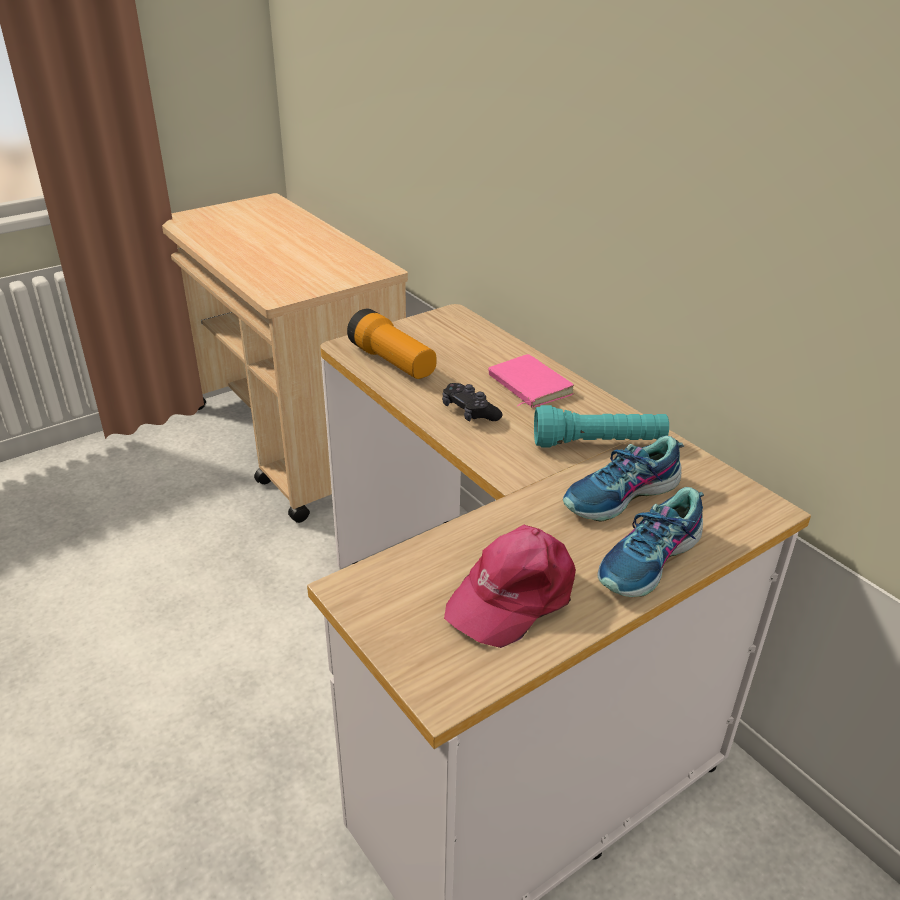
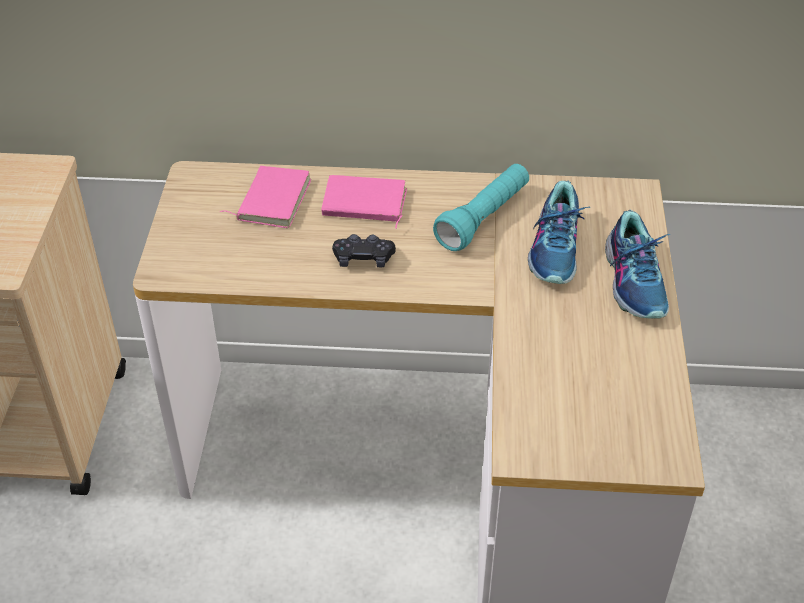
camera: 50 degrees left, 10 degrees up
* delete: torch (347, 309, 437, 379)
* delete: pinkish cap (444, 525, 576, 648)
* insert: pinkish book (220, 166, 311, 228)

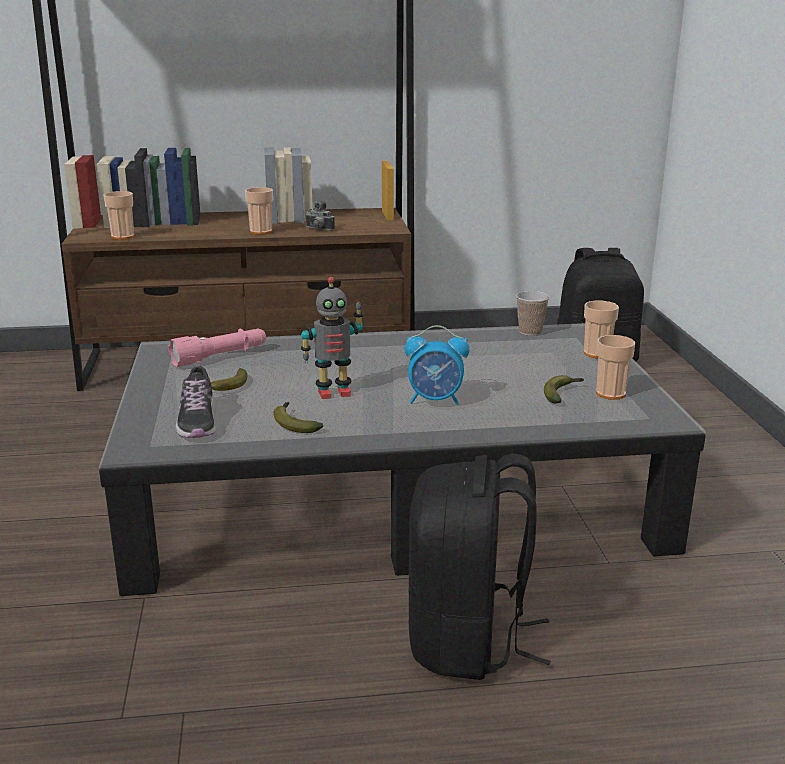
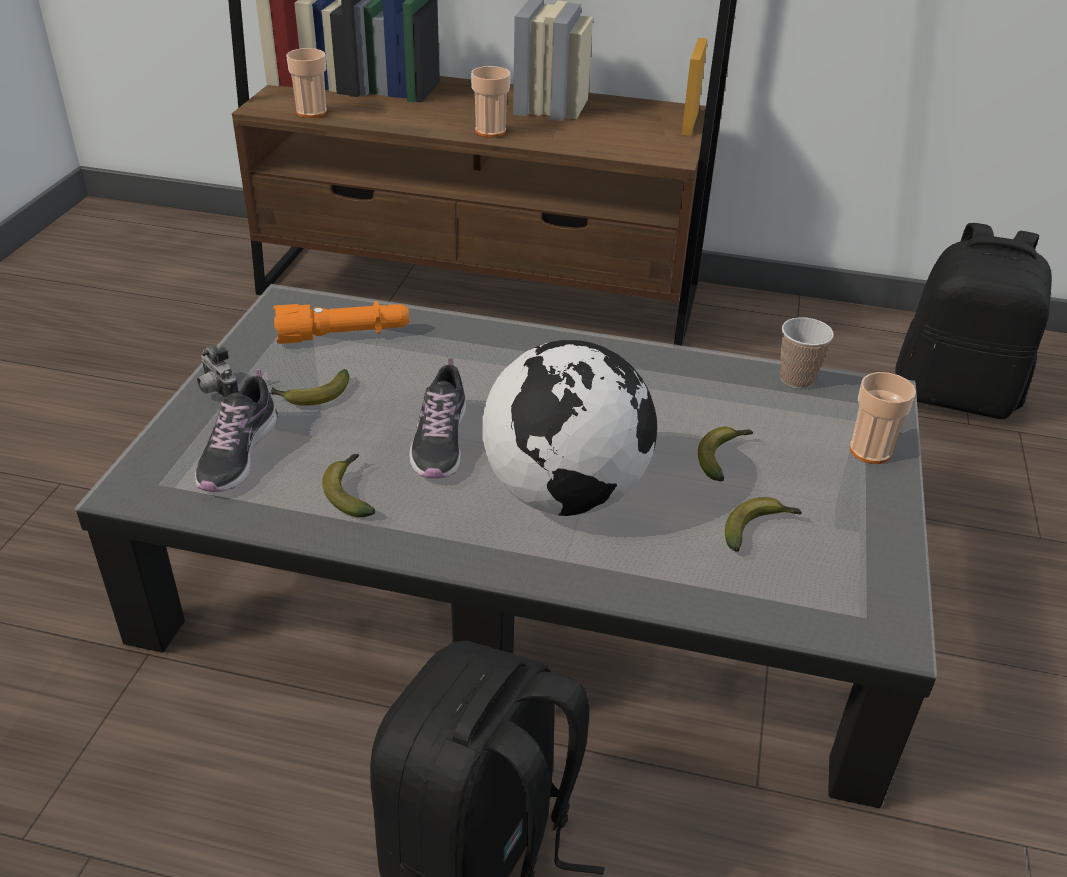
camera: 20 degrees right, 15 degrees up
* delete: drinking cup (596, 335, 635, 400)
* insert: banana (698, 426, 753, 481)
* move: still camera (305, 201, 335, 231) to (197, 344, 239, 398)
* replace: model robot (301, 277, 363, 399) to item of footwear (409, 358, 466, 479)
* replace: bedside clock (405, 325, 470, 405) to world globe (482, 340, 657, 516)
* recolor: pinkish torch (168, 329, 266, 367) to orange-coloured torch (273, 301, 409, 344)

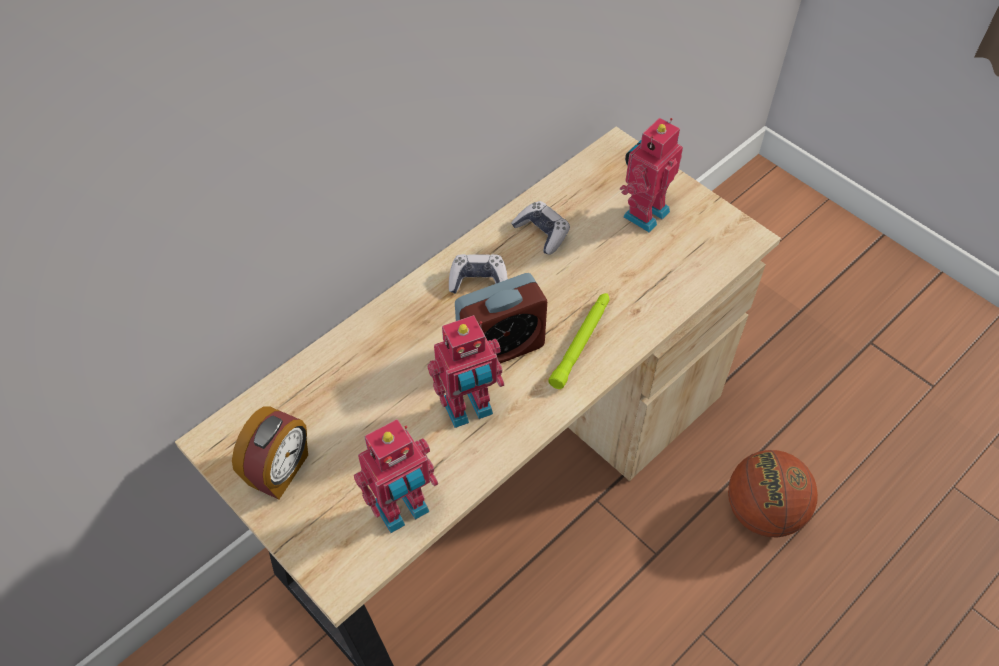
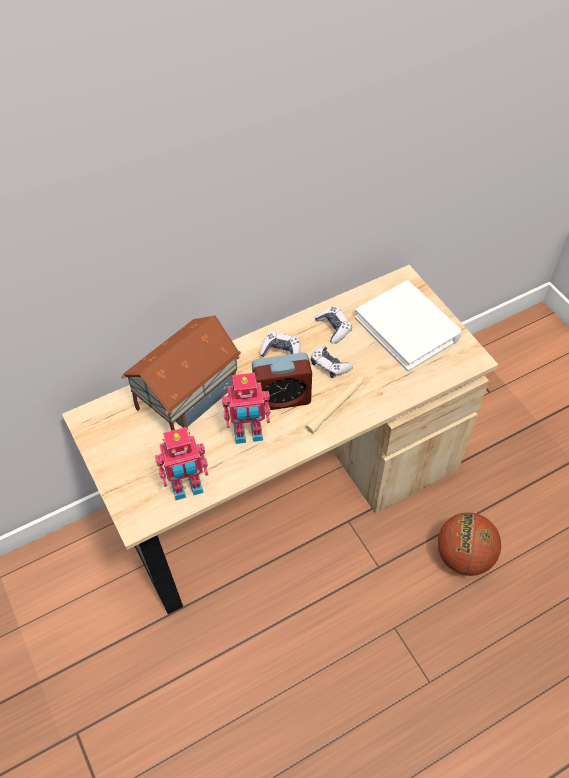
camera: 15 degrees right, 0 degrees up
* delete: bedside clock (232, 406, 308, 499)
* insert: miniature house (121, 315, 241, 431)
* insert: gamepad (311, 346, 353, 378)
* replace: model robot (620, 118, 683, 233) to white book (355, 280, 462, 371)
* recolor: greenish torch (549, 293, 609, 389) to beige torch (305, 377, 364, 434)

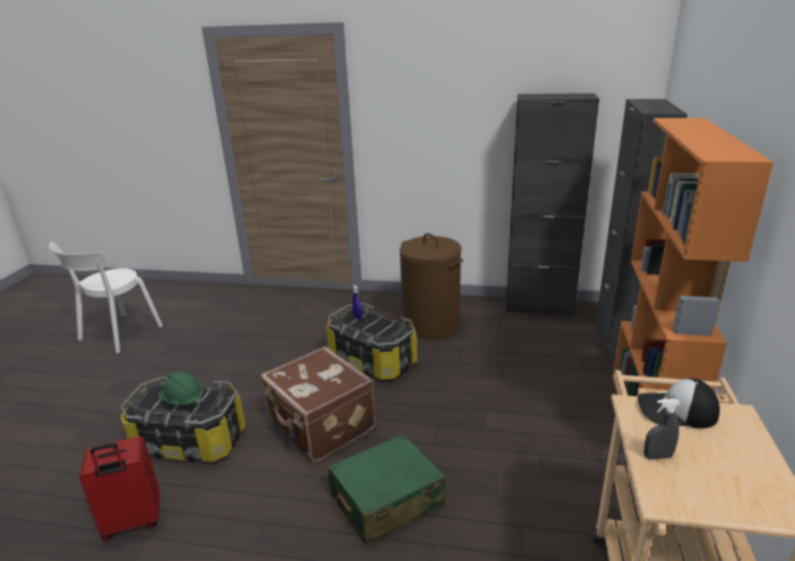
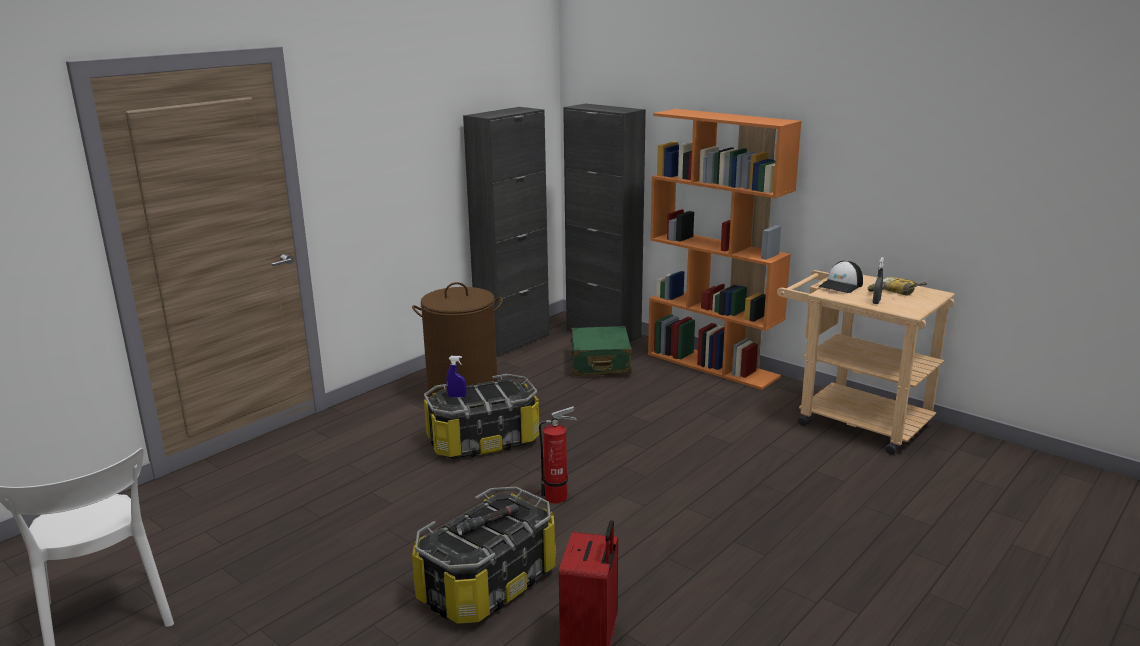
camera: 60 degrees left, 5 degrees down
* insert: power drill (868, 277, 927, 295)
* move: greenish piece of luggage (328, 434, 445, 544) to (570, 326, 632, 376)
* replace: greenish safety helmet (158, 372, 204, 406) to black torch (456, 503, 519, 536)
* replace: brown-coloured piece of luggage (261, 346, 376, 462) to extinguisher (539, 406, 577, 503)

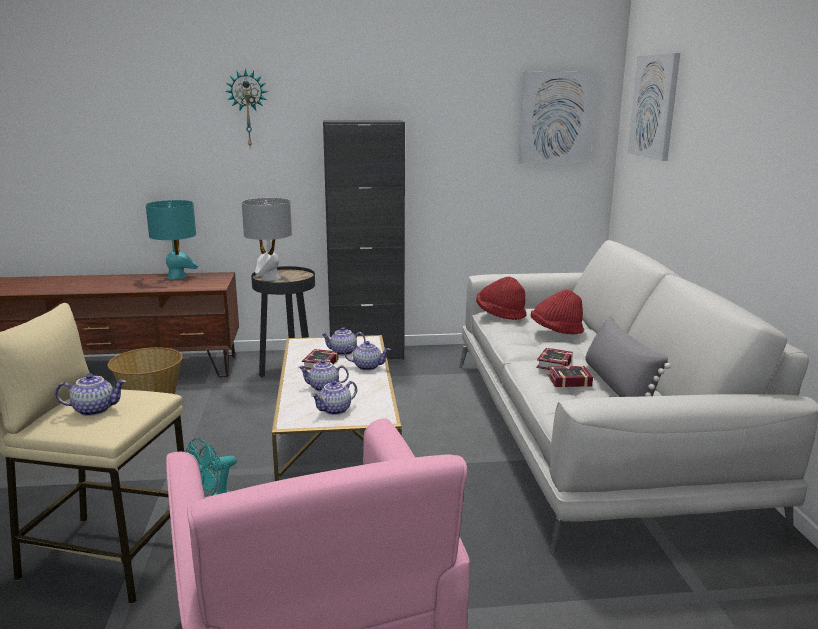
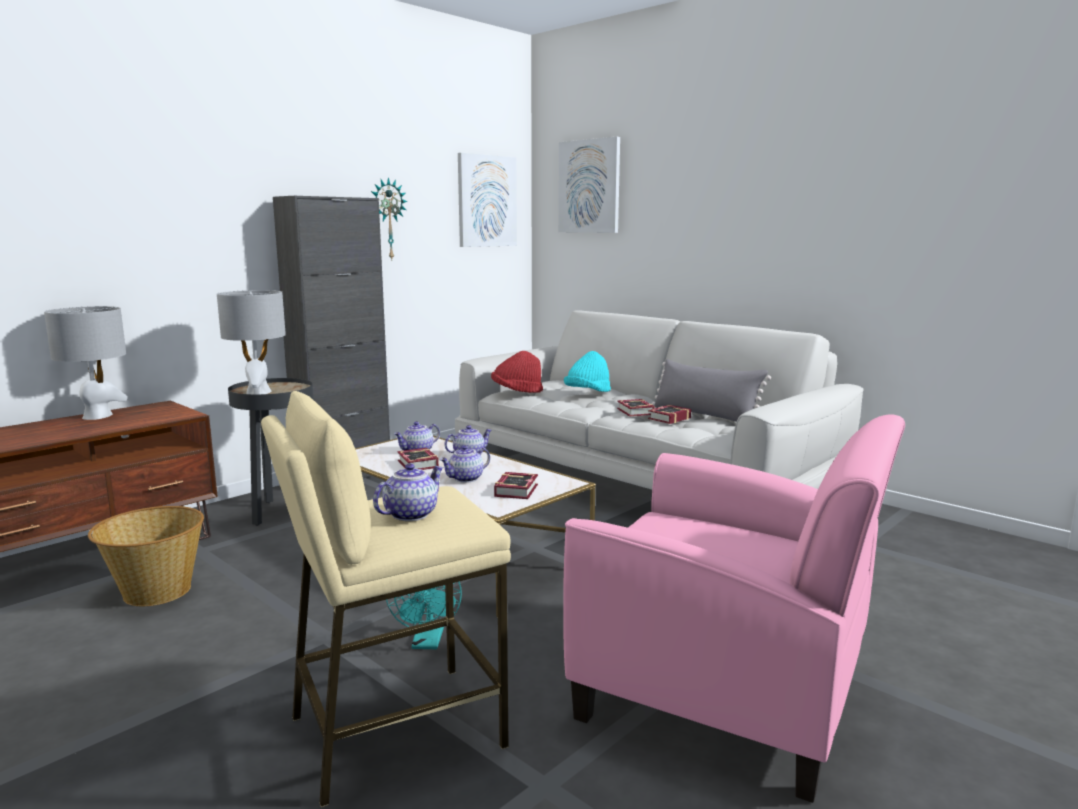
camera: 40 degrees left, 5 degrees down
* move: hanging clock (225, 69, 268, 148) to (371, 177, 408, 259)
* replace: pot for tea (311, 381, 357, 415) to book (494, 472, 538, 499)
* recolor: blue-green table lamp (146, 200, 198, 279) to gray table lamp (44, 306, 128, 420)
* recolor: reddish clothing hat (531, 289, 584, 334) to blue-green clothing hat (564, 351, 611, 392)

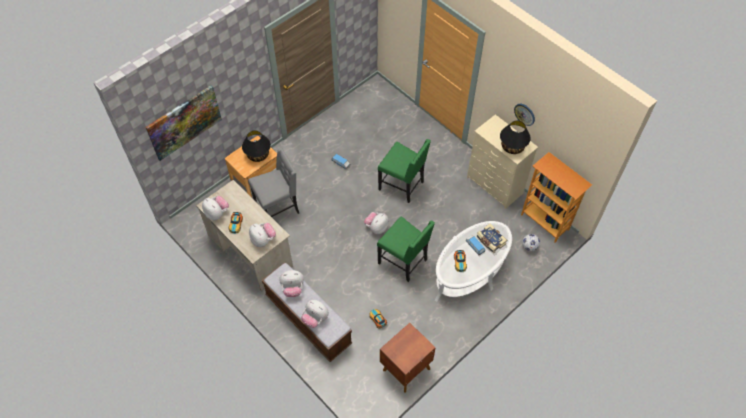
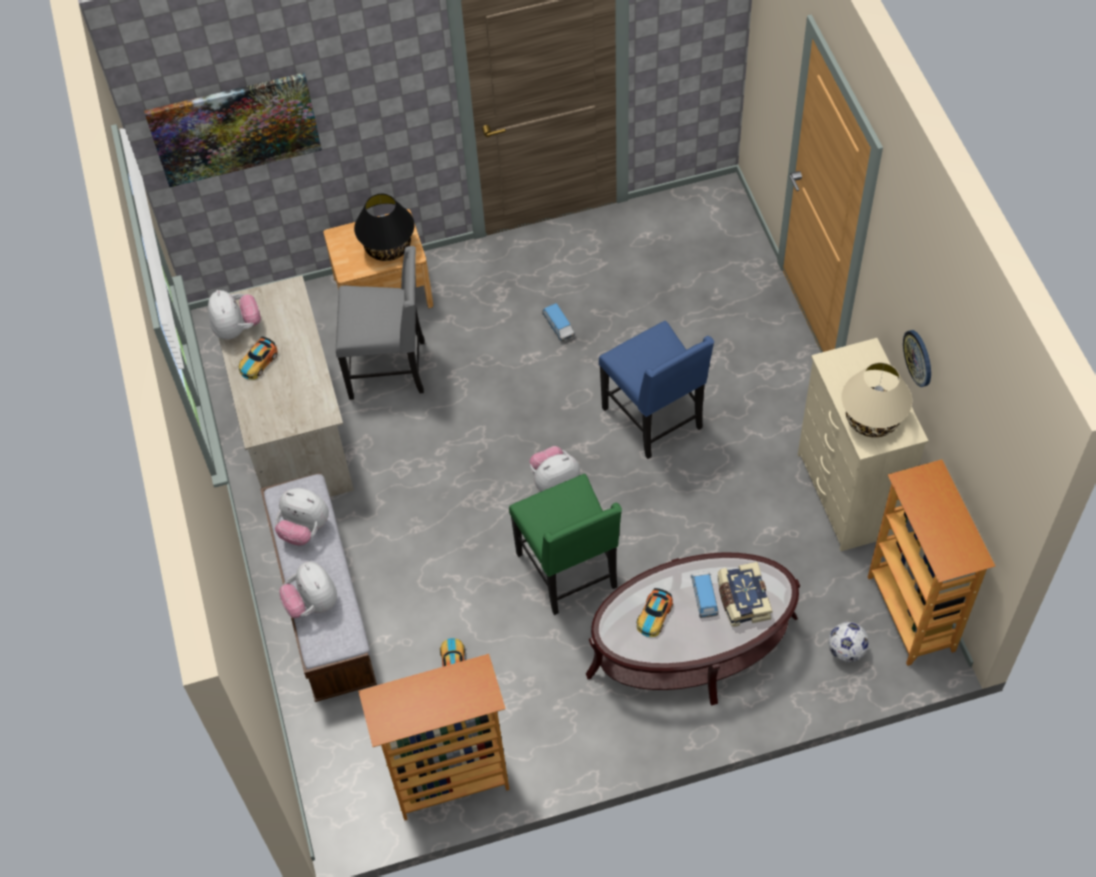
camera: 30 degrees right, 0 degrees up
* delete: plush toy (249, 223, 276, 247)
* replace: brown-coloured nightstand (380, 323, 436, 393) to bookcase (358, 654, 509, 821)
* recolor: greenish upright chair (378, 139, 431, 203) to blue upright chair (599, 321, 714, 459)
* recolor: white lounge table (435, 221, 512, 302) to brown-coloured lounge table (586, 552, 800, 706)
* recolor: black table lamp (500, 120, 531, 154) to beige table lamp (841, 362, 912, 437)

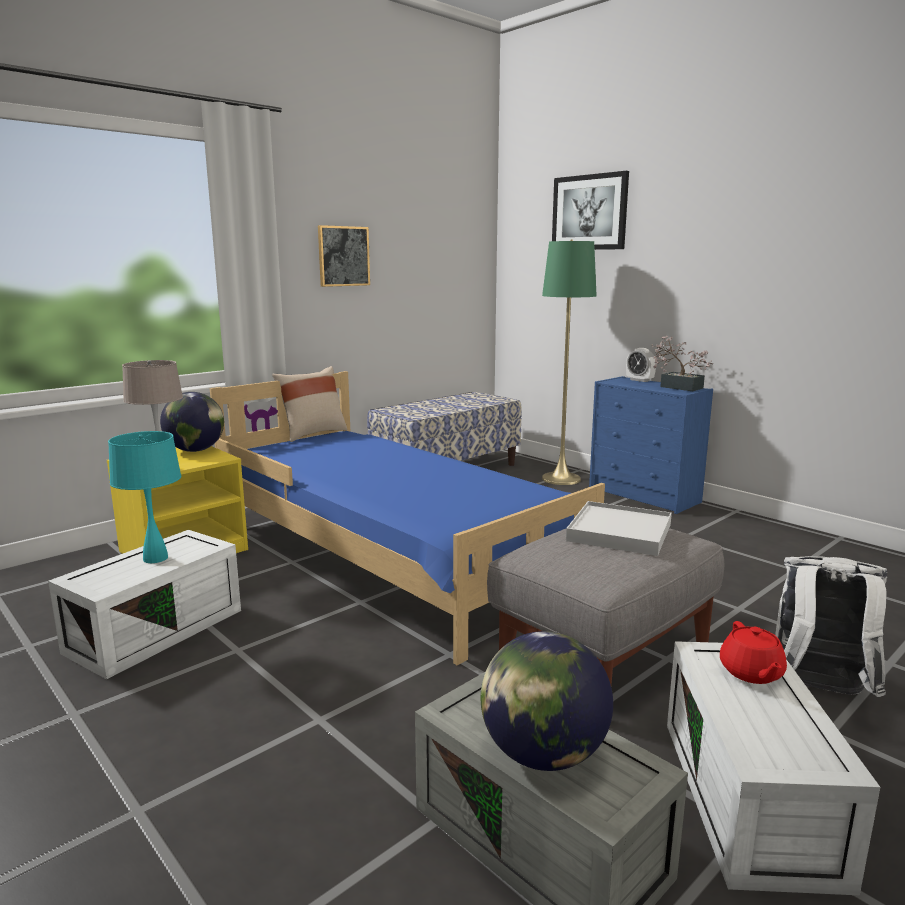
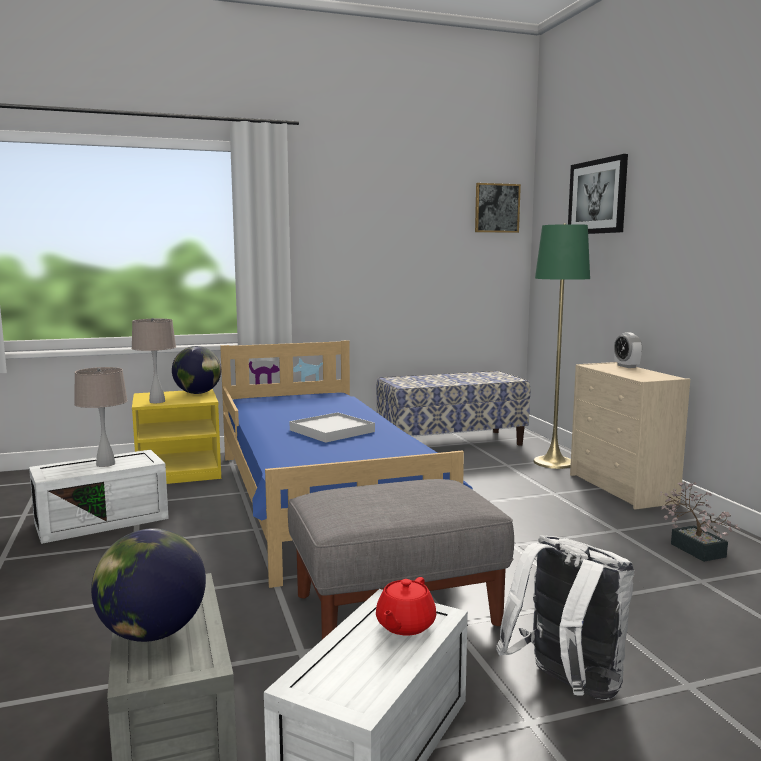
camera: 25 degrees right, 5 degrees down
* delete: beige pillow (272, 366, 348, 442)
* move: wall art (318, 225, 370, 287) to (475, 183, 521, 233)
* move: white serving tray (566, 501, 672, 556) to (290, 412, 375, 443)
* move: potted plant (651, 336, 714, 391) to (660, 482, 740, 562)
* recolor: blue-green table lamp (108, 431, 181, 563) to beige table lamp (74, 367, 128, 467)
* recolor: blue chest of drawers (589, 376, 713, 514) to beige chest of drawers (570, 362, 690, 510)

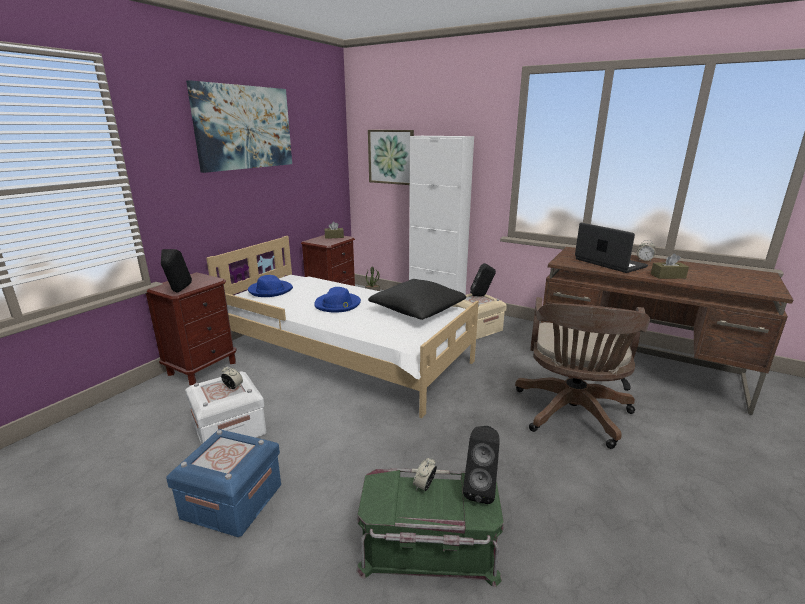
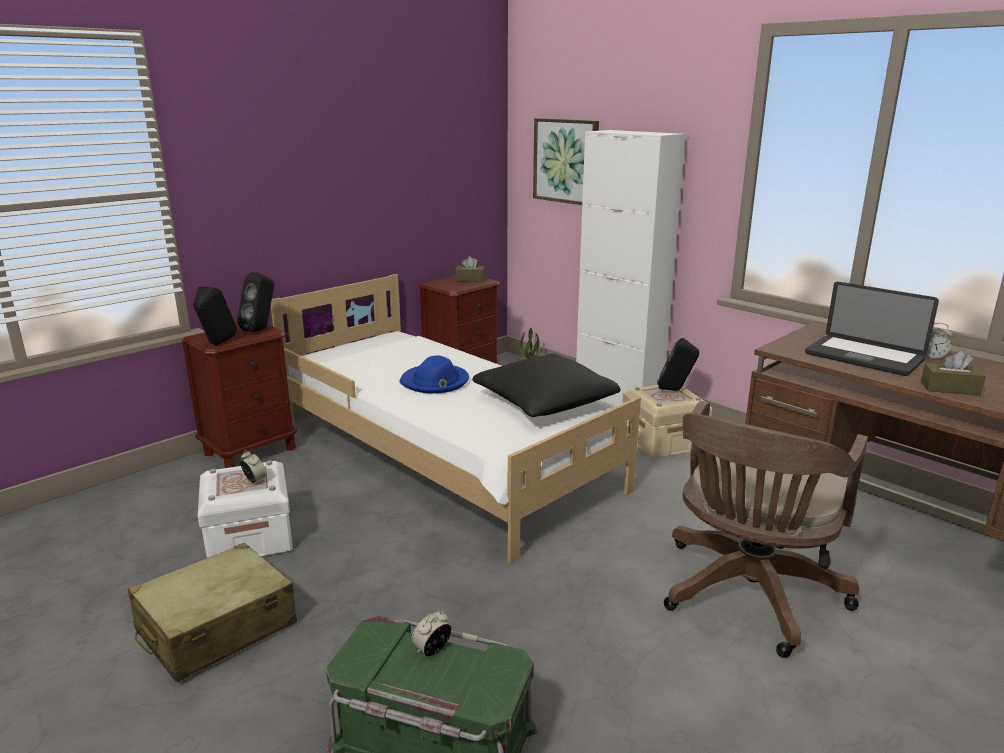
camera: 15 degrees right, 0 degrees up
* delete: wall art (186, 80, 292, 173)
* delete: blue clothing hat (248, 275, 293, 297)
* move: black loudspeaker (463, 426, 500, 504) to (237, 272, 274, 332)
* replace: blue storage container (166, 429, 281, 537) to beige piece of luggage (128, 543, 297, 682)
* rotate: notebook computer (575, 223, 648, 273) = (805, 282, 939, 376) 150 degrees clockwise

